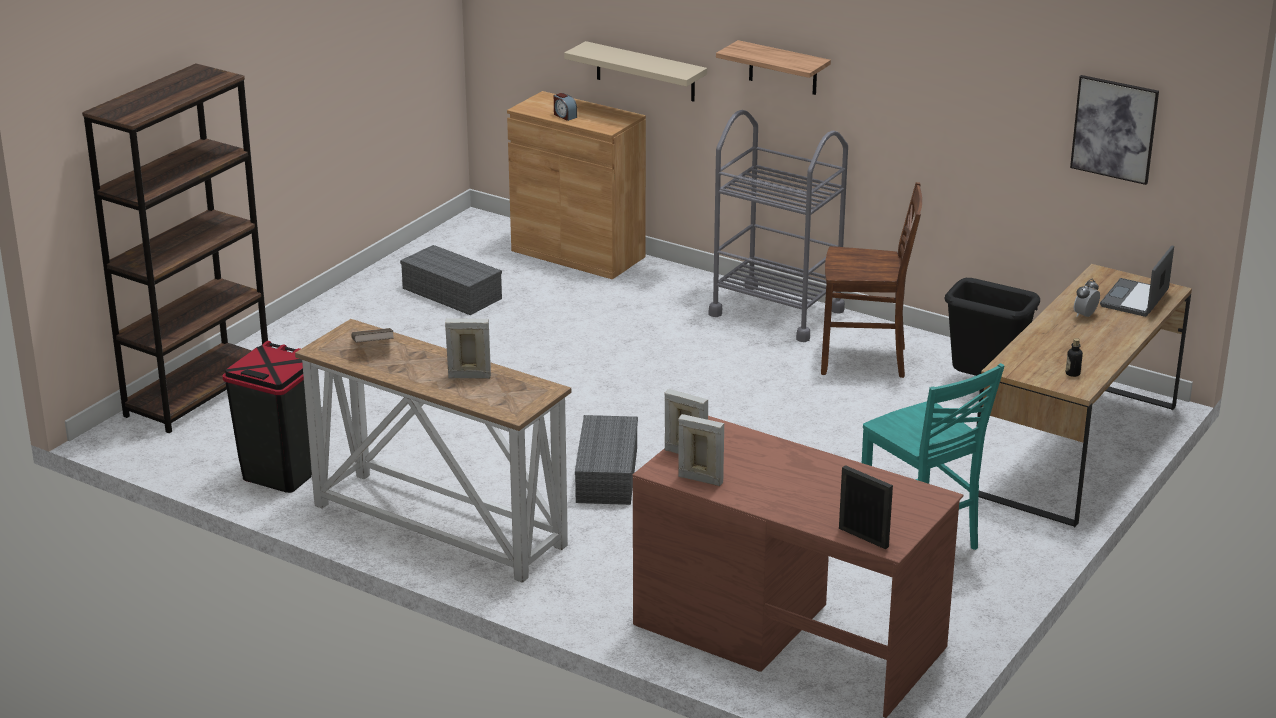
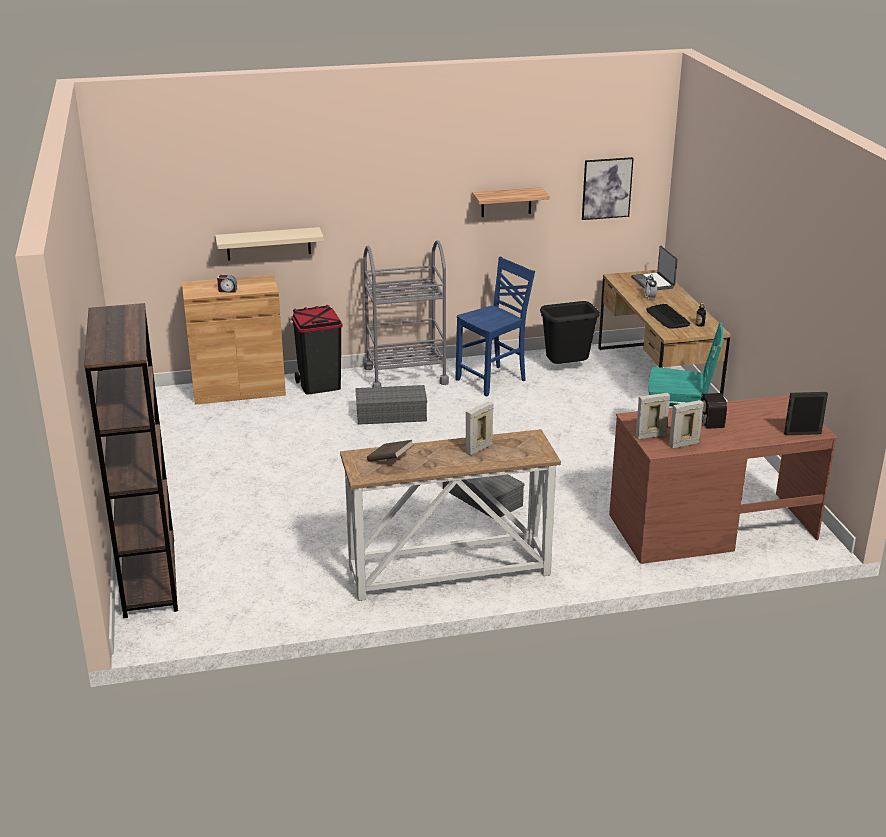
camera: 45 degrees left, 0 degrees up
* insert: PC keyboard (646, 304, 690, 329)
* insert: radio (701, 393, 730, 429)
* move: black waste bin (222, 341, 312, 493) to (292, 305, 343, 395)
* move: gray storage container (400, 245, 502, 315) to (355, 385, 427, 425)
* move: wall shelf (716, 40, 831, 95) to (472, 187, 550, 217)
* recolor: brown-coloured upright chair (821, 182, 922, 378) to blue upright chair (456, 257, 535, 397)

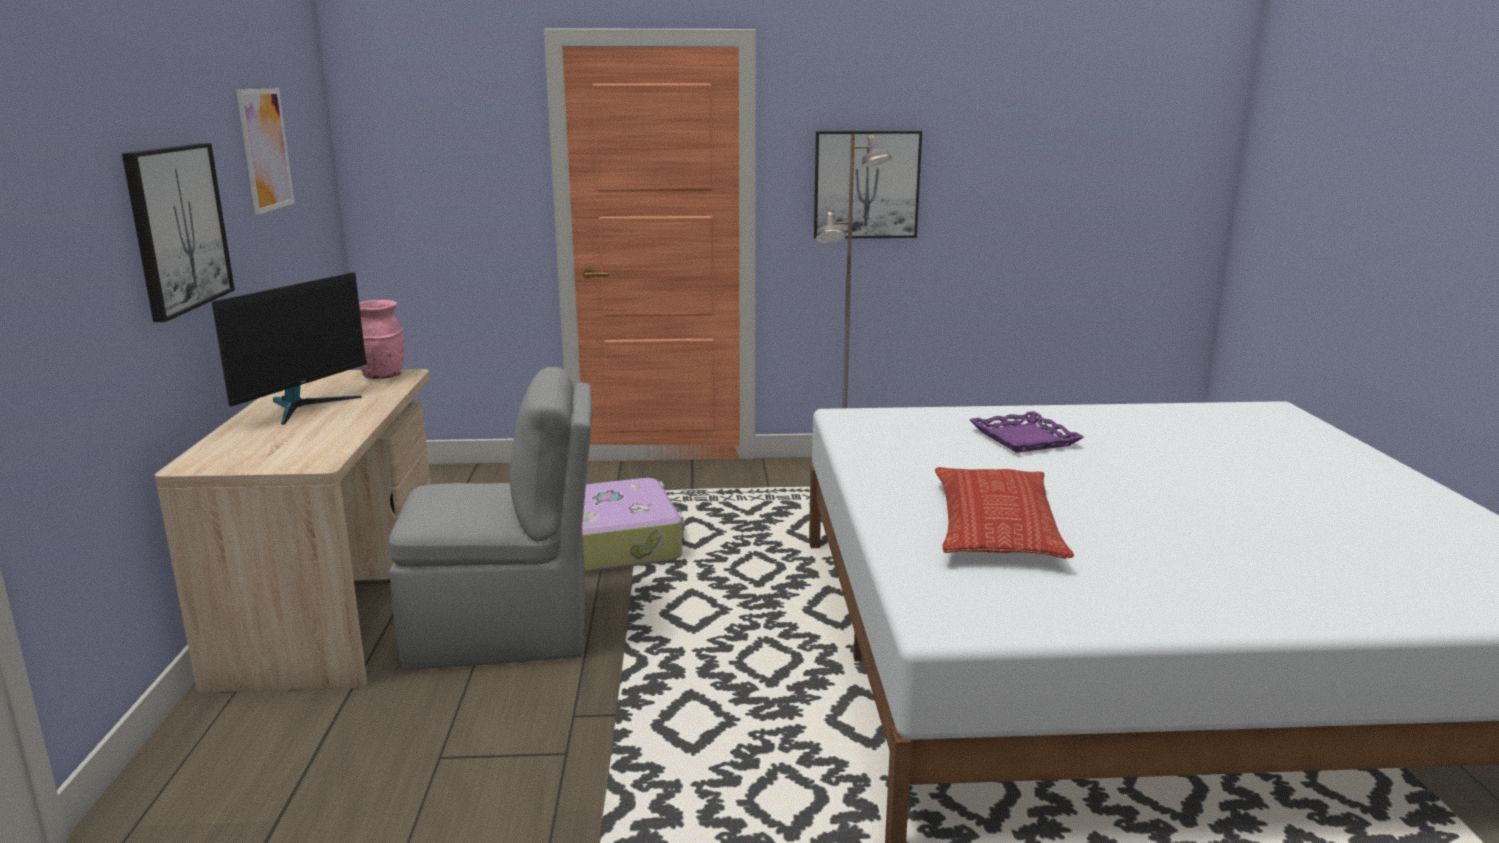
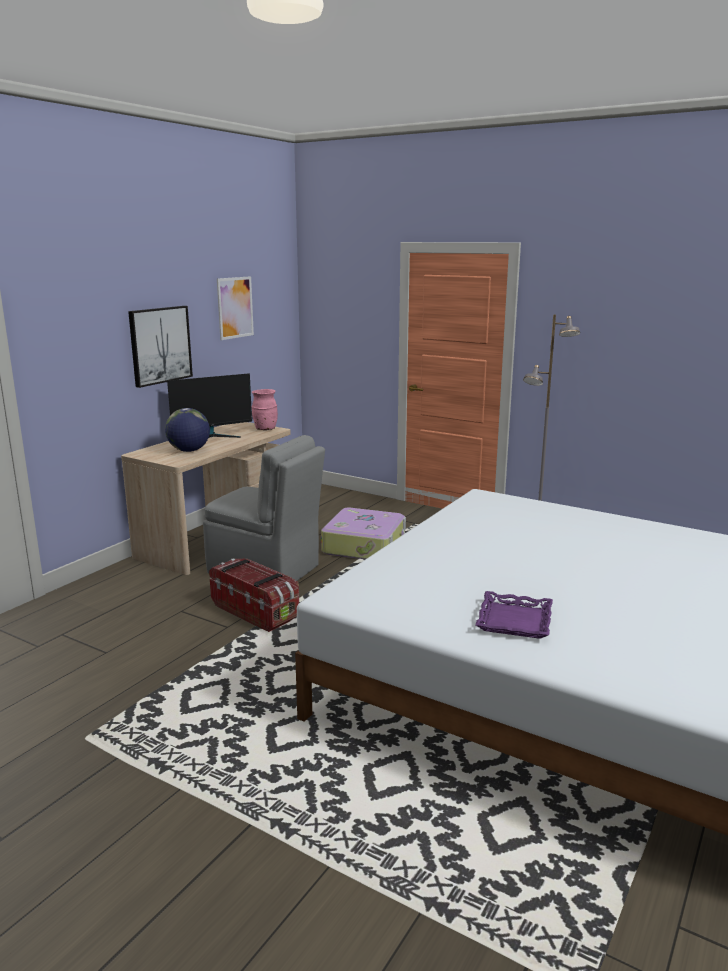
camera: 35 degrees right, 0 degrees up
* delete: wall art (814, 131, 922, 239)
* delete: pillow (935, 467, 1074, 558)
* insert: world globe (165, 408, 210, 452)
* insert: storage container (209, 558, 299, 632)
* move: purple serving tray (969, 411, 1084, 453) to (476, 591, 553, 639)

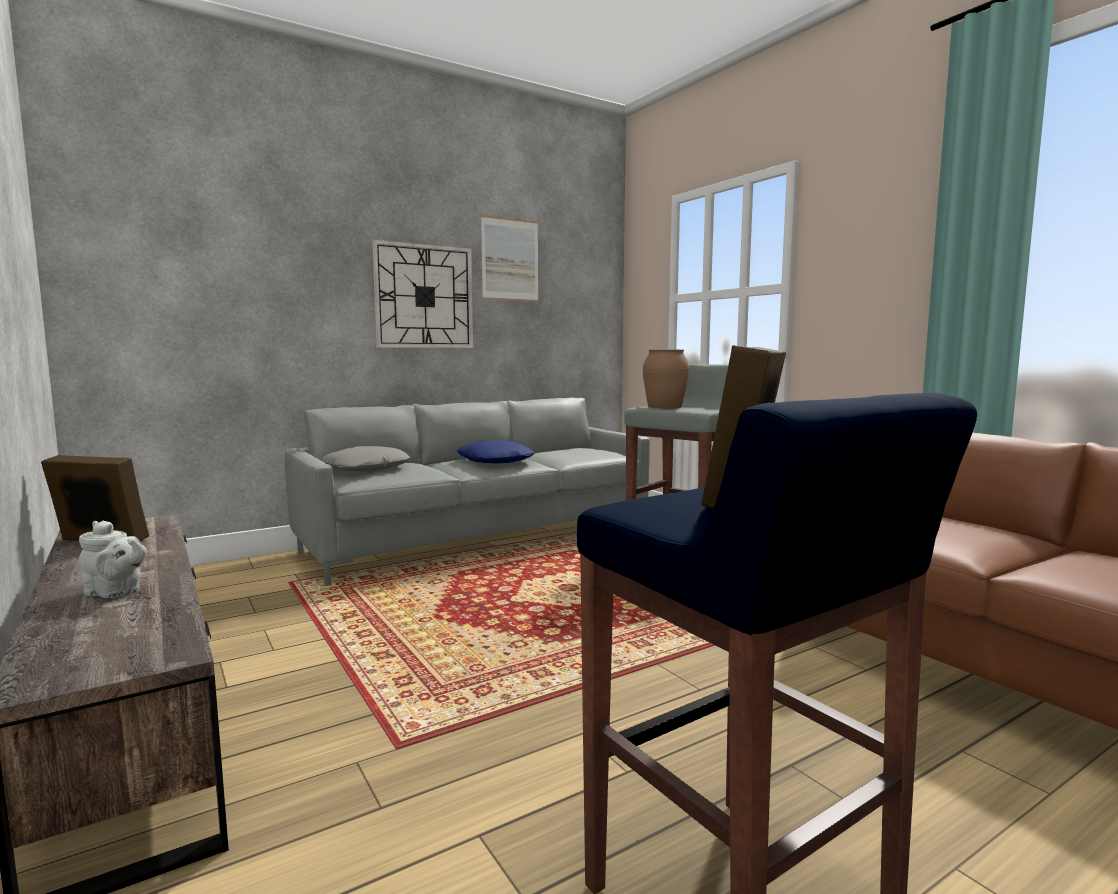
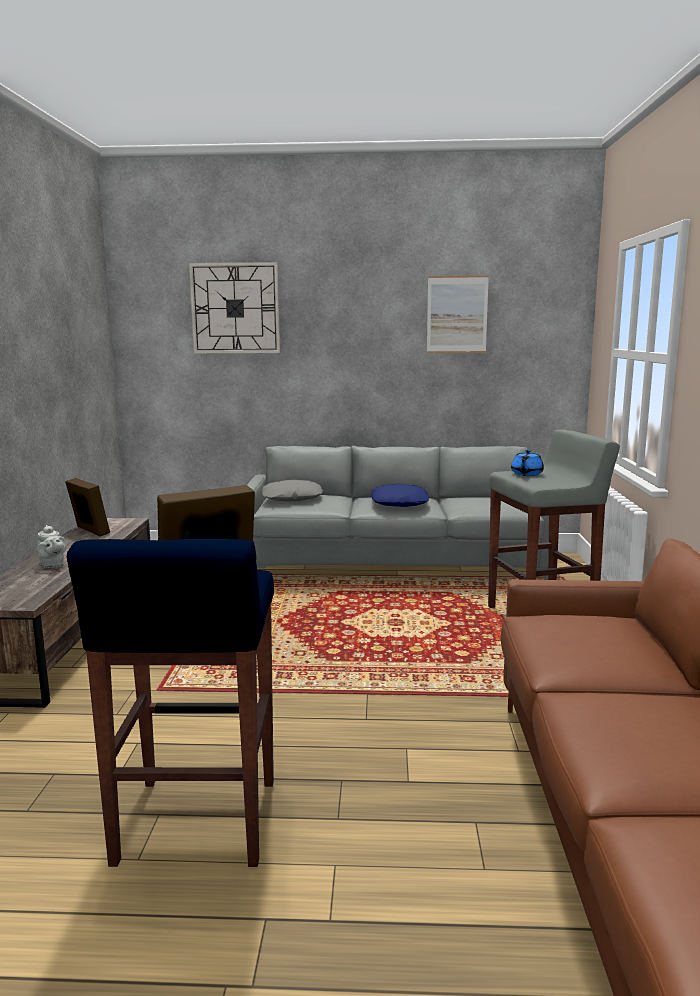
camera: 35 degrees right, 5 degrees up
* move: hanging clock (372, 240, 473, 348) to (189, 262, 280, 353)
* replace: brown-coloured decorative vase (643, 350, 689, 408) to blue pot for tea (511, 450, 544, 476)

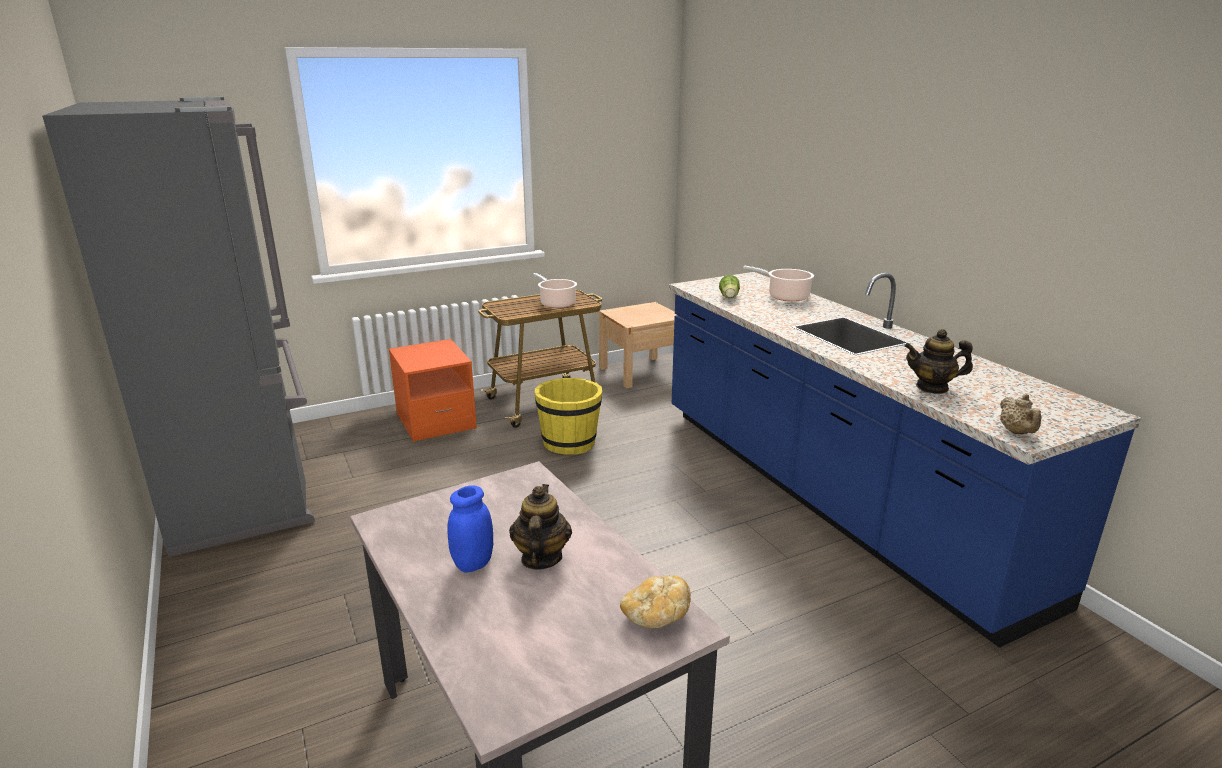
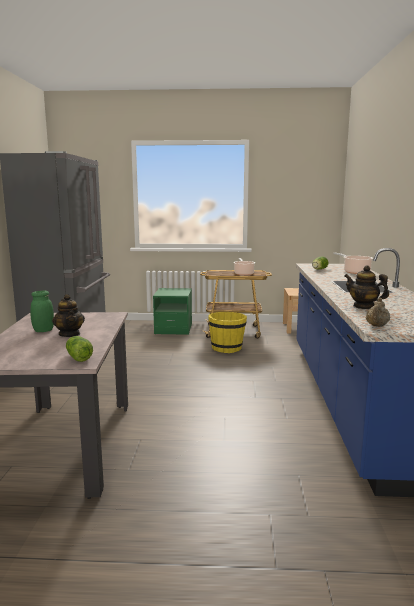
camera: 30 degrees right, 10 degrees down
* replace: bakery bread (620, 575, 691, 629) to lettuce (66, 336, 93, 362)
* recolor: orange-coloured nightstand (389, 339, 477, 442) to greenish nightstand (153, 288, 192, 335)
* recolor: blue jar (448, 485, 493, 573) to greenish jar (31, 291, 54, 332)
* rotate: pot for tea (509, 484, 572, 570) = (52, 294, 85, 337) 120 degrees clockwise

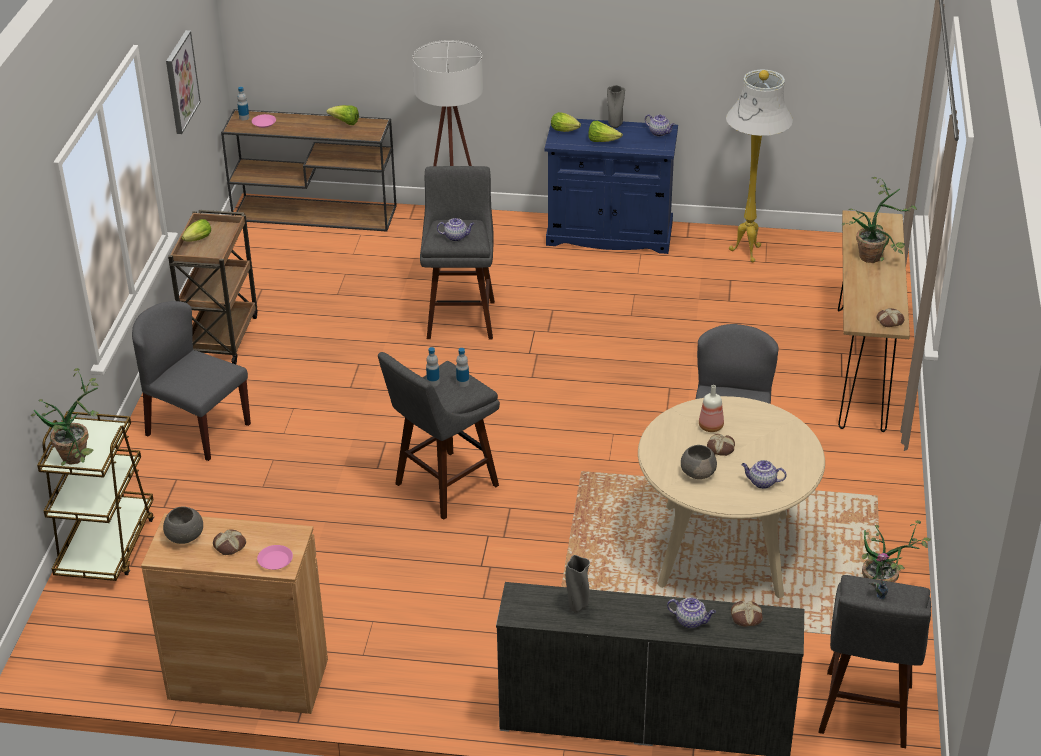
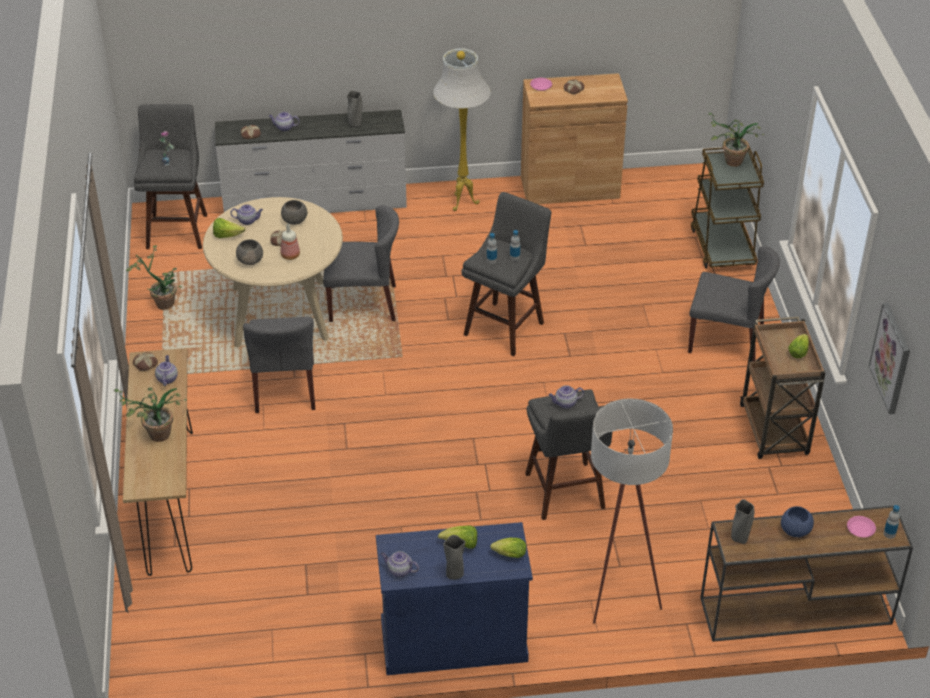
camera: 165 degrees right, 5 degrees up
* insert: pot for tea (155, 355, 178, 386)
* insert: gray upright chair (323, 205, 399, 322)
* insert: gray decorative vase (731, 499, 754, 544)
* insert: blue serving bowl (781, 506, 814, 537)
* move: gray serving bowl (163, 506, 203, 544) to (236, 239, 263, 265)
* move: lettuce (326, 105, 359, 125) to (213, 218, 246, 238)
* move: white standard lamp (726, 70, 793, 262) to (433, 48, 491, 211)

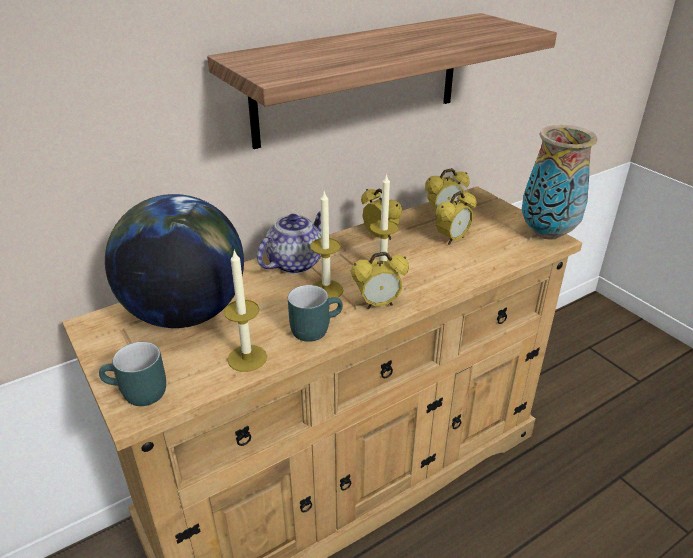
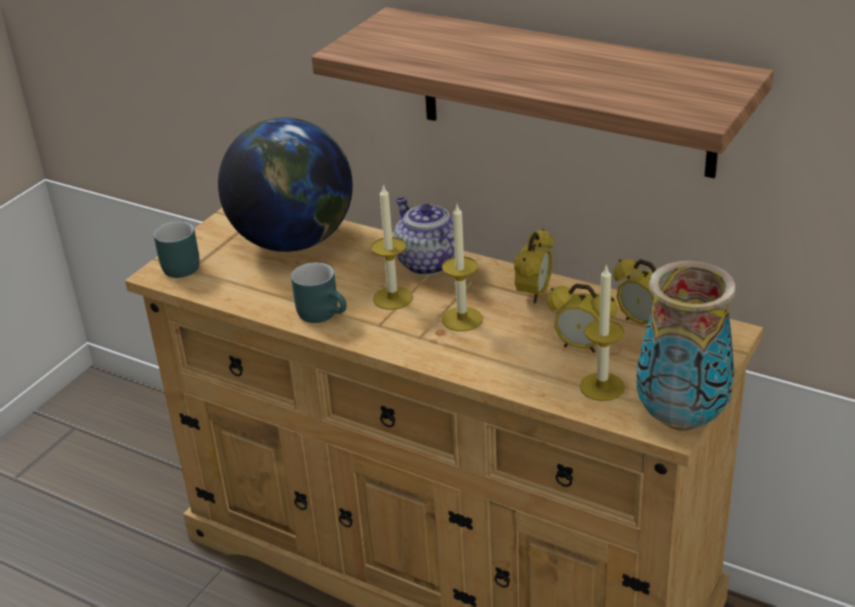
camera: 65 degrees right, 0 degrees up
* delete: bedside clock (351, 252, 409, 309)
* move: wax candle (224, 249, 267, 372) to (580, 264, 625, 401)
* rotate: pot for tea (257, 211, 321, 274) = (393, 197, 455, 275) 135 degrees counterclockwise

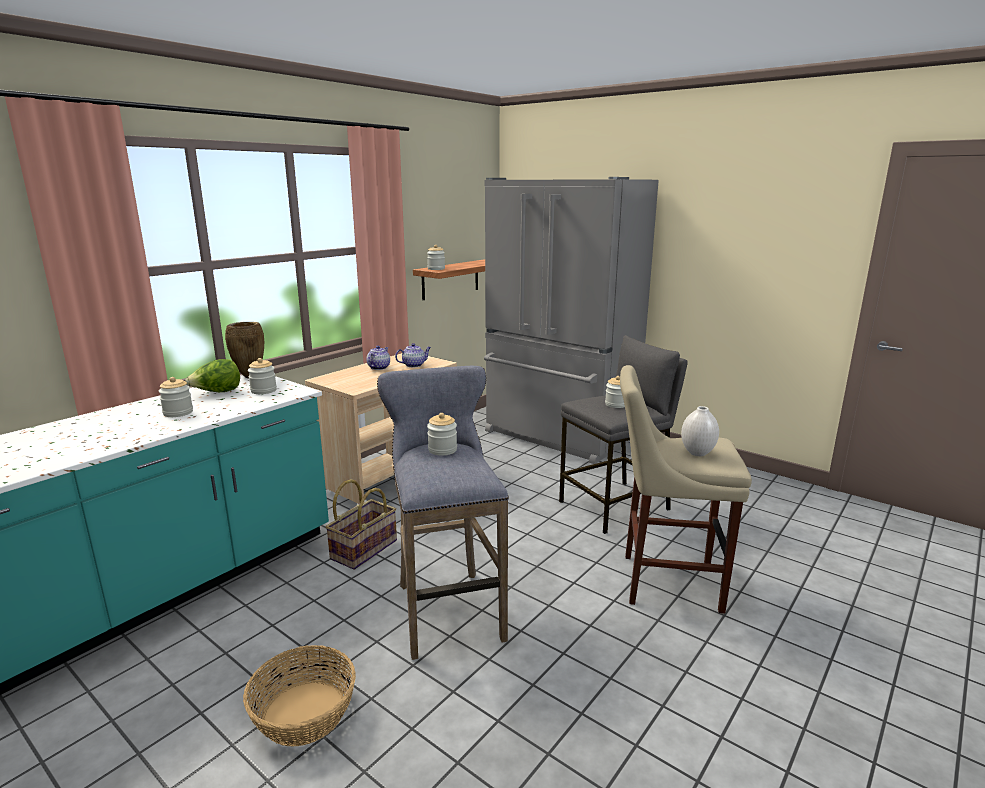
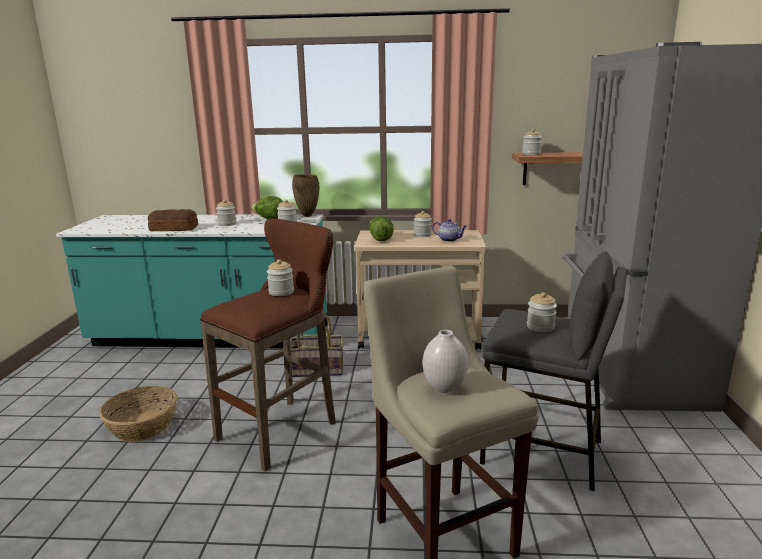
camera: 55 degrees right, 0 degrees up
* insert: bakery bread (148, 209, 198, 231)
* insert: lettuce (369, 216, 394, 241)
* replace: pot for tea (366, 346, 390, 370) to jar (414, 211, 432, 237)
* recolor: gray sitting stool (377, 366, 509, 660) to brown-coloured sitting stool (200, 218, 336, 471)

